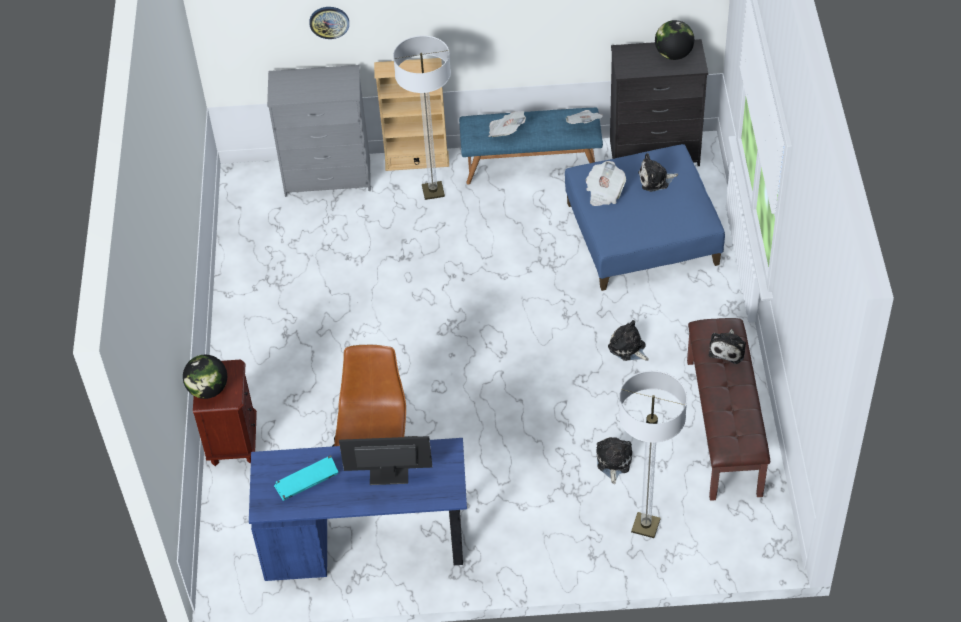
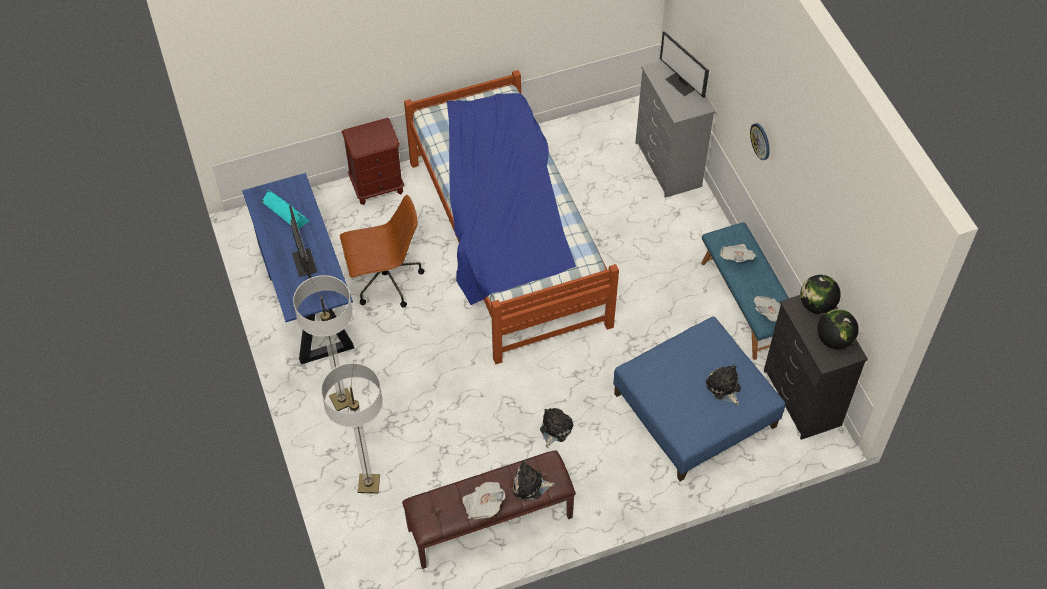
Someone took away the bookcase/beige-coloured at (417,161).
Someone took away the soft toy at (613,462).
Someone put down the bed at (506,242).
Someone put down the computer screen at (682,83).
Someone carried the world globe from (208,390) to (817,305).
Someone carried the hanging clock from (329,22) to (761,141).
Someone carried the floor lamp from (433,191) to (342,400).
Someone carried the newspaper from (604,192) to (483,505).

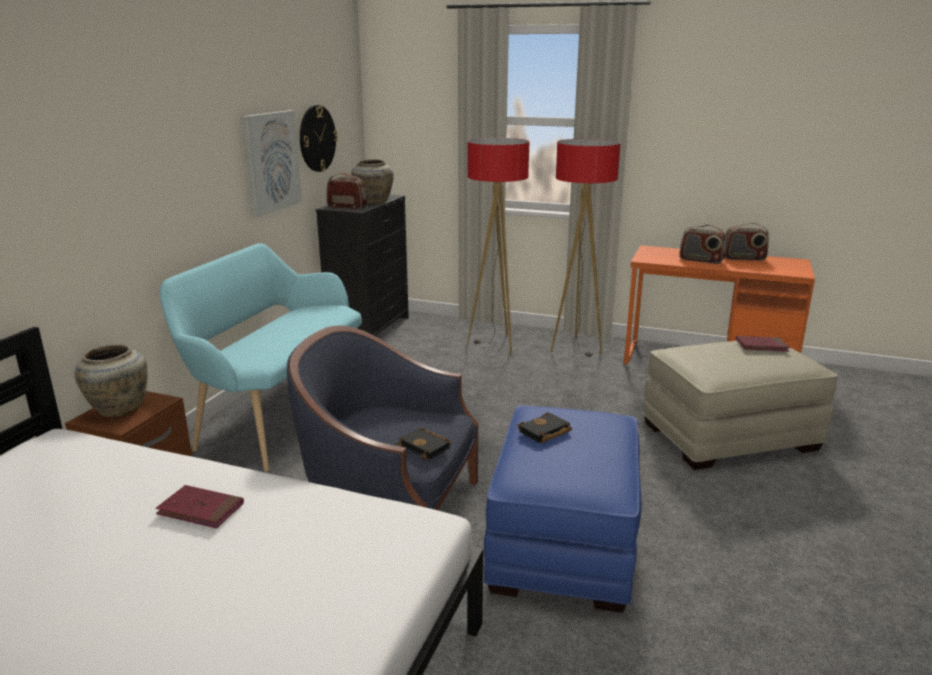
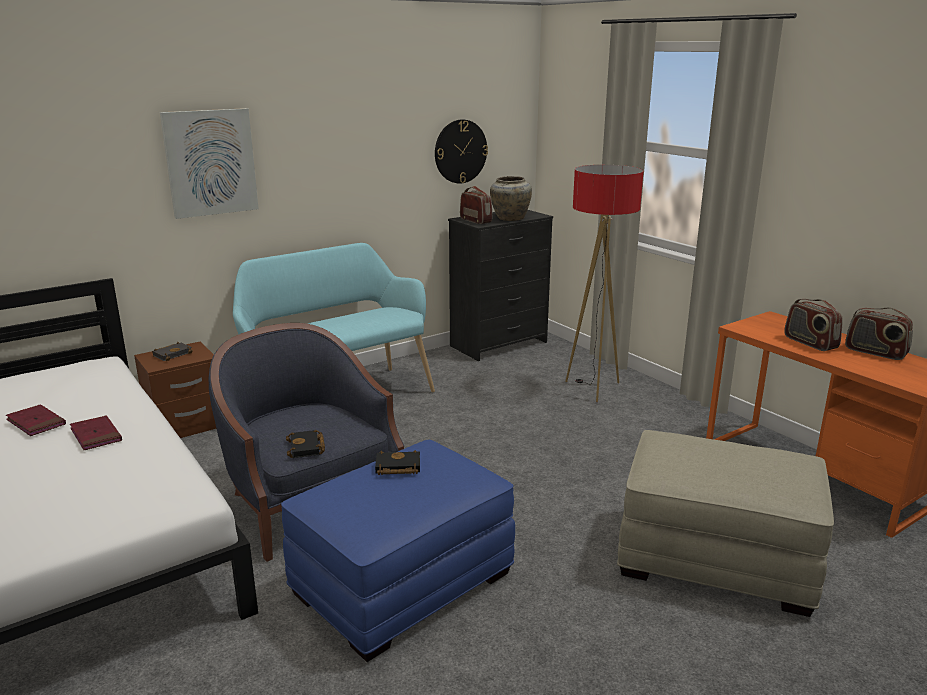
Someone took away the floor lamp at (576,348).
Someone carried the wall picture from (271,162) to (210,162).
Someone carried the volume/red from (761,346) to (36,423).
Someone swapped the vase/beige-coloured at (118,408) for the volume/black at (173,354).

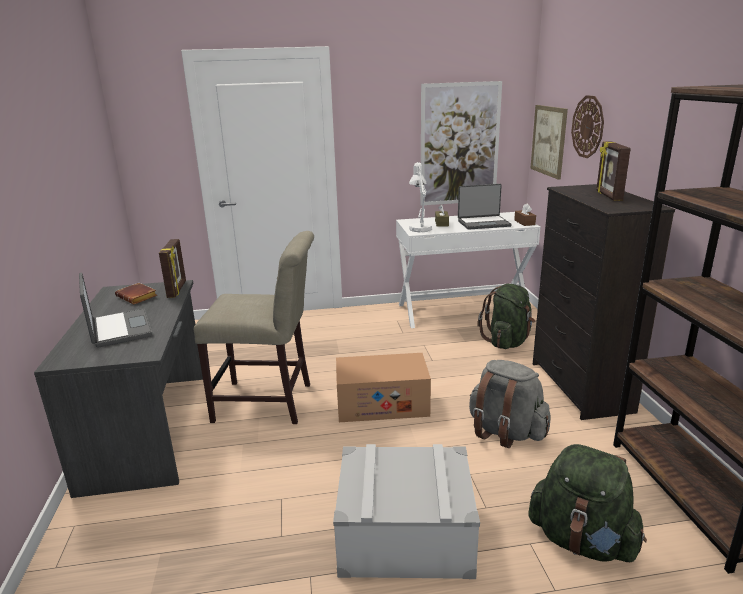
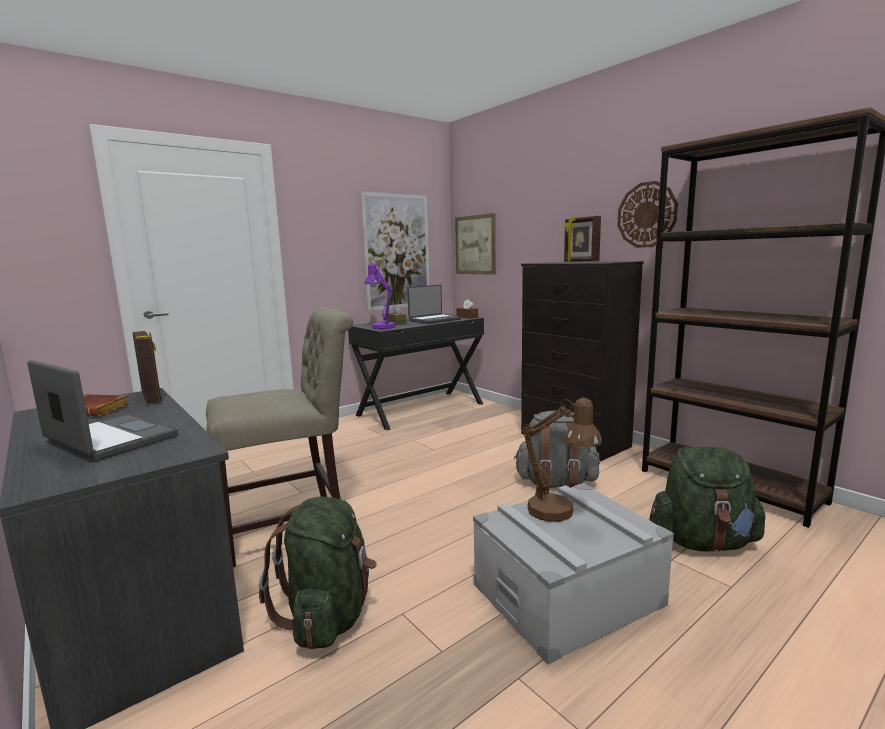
Someone took away the packing box at (382,404).
Someone put down the table lamp/brown-coloured at (558,514).
Someone carried the backpack/green from (507,342) to (328,615).
Someone carried the hanging clock from (588,127) to (646,215).
Someone repainted the desk/white-coloured at (462,310), which became the desk/black at (420,409).
Someone repainted the table lamp/white-coloured at (419,227), which became the table lamp/purple-coloured at (381,327).

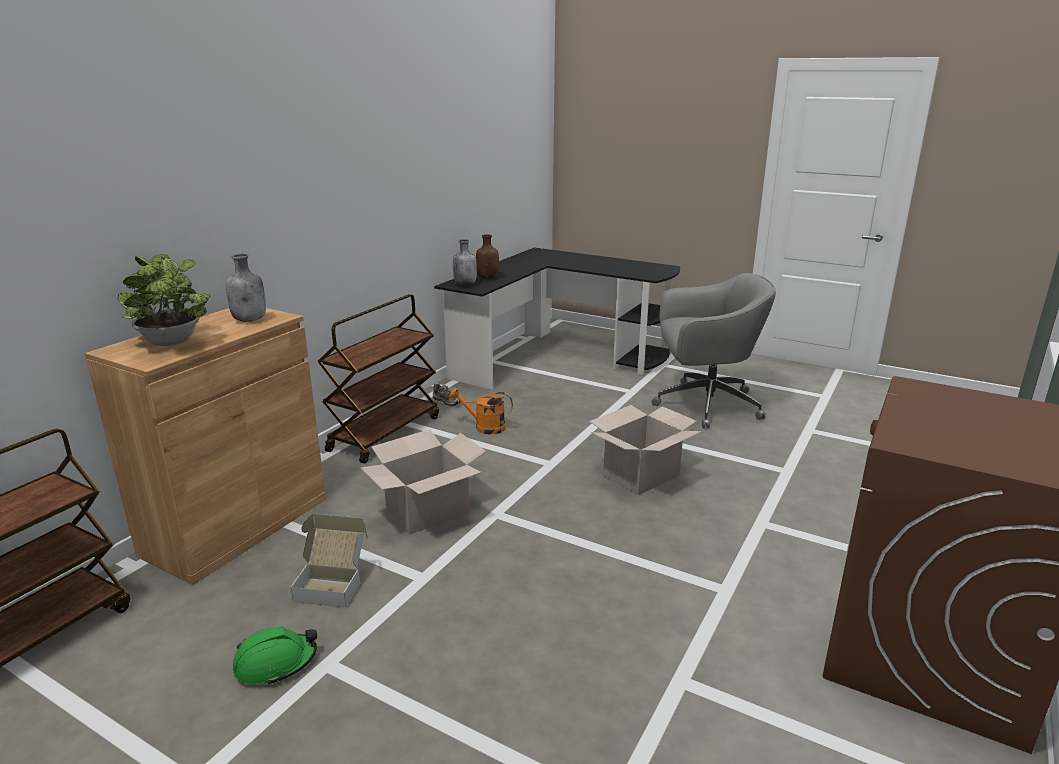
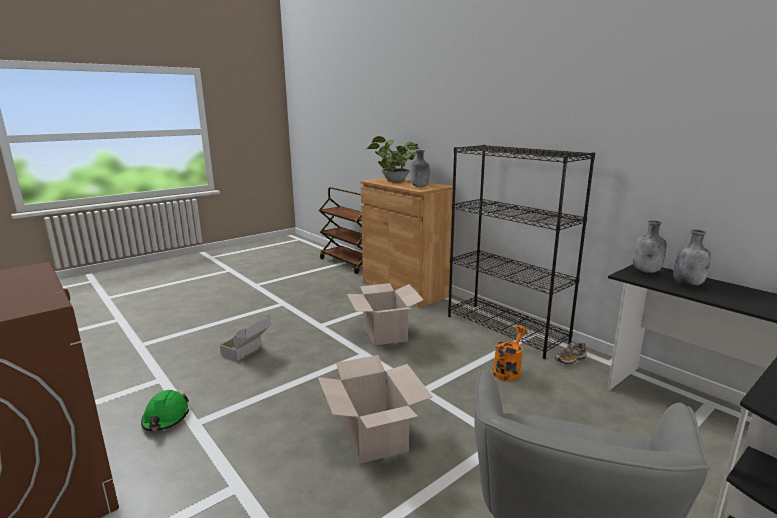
Someone carried the hard hat/green from (275,663) to (166,418).
Someone carried the packing box from (333,583) to (248,352).
Someone swapped the wheeled cart/brown-coloured at (385,433) for the bookcase/black at (506,329).
Someone repainted the beverage bottle/brown-coloured at (487,278), which became the beverage bottle/gray at (688,284).

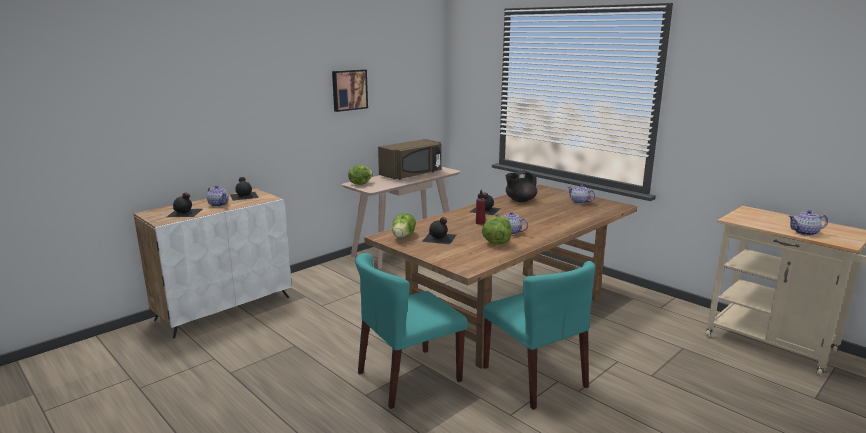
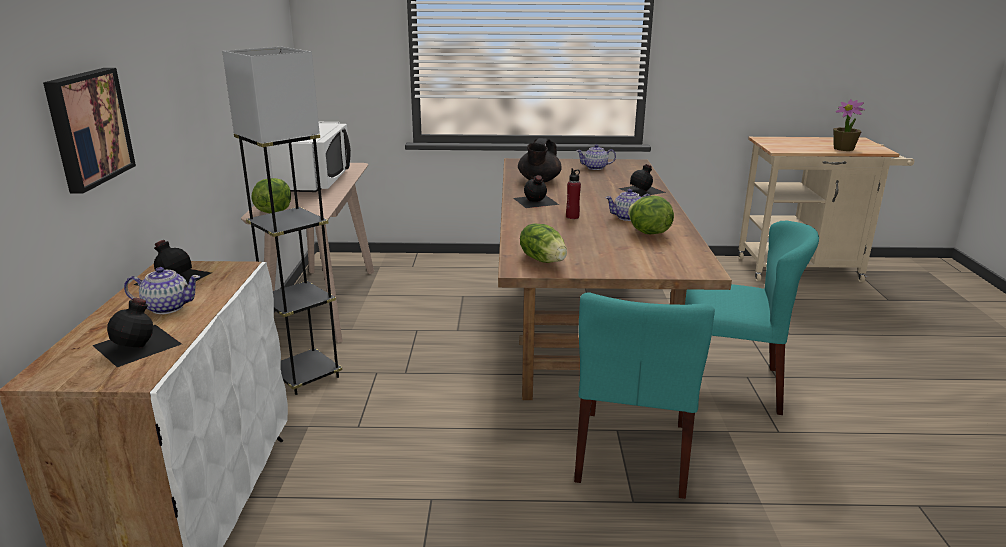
Someone put down the floor lamp/gray at (305,376).
Someone carried the wall picture from (349,90) to (87,128).
Someone carried the beverage bottle/black from (440,238) to (642,190).
Someone swapped the teapot at (805,233) for the houseplant at (843,149).
Someone repainted the microwave/brown-coloured at (412,174), which became the microwave/white-coloured at (316,181).

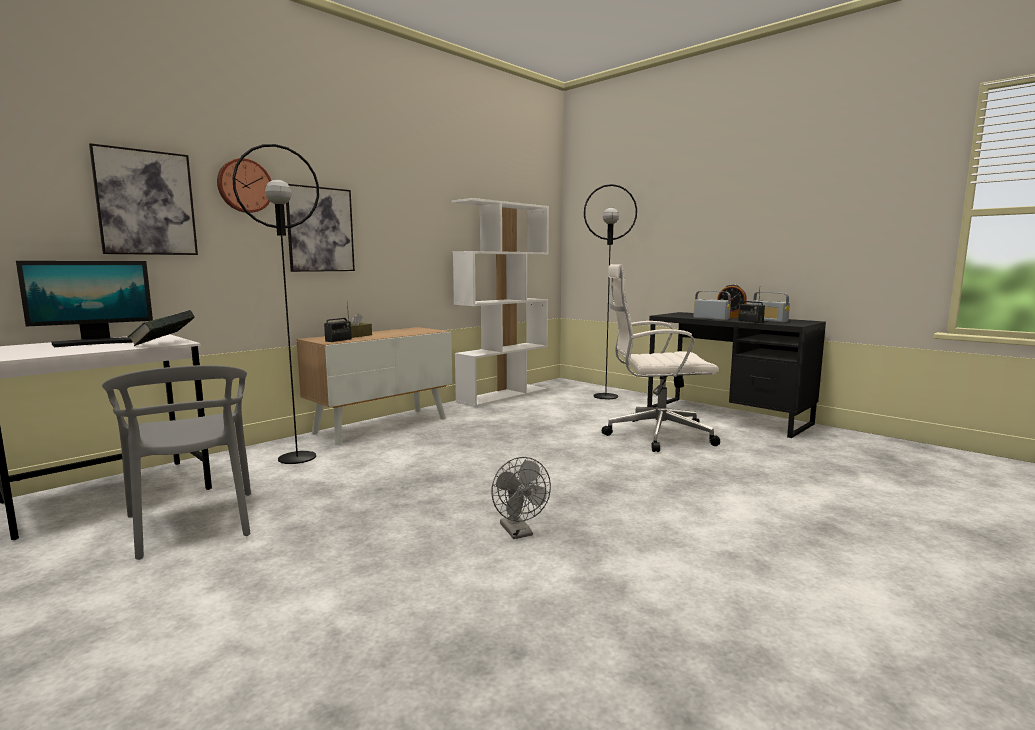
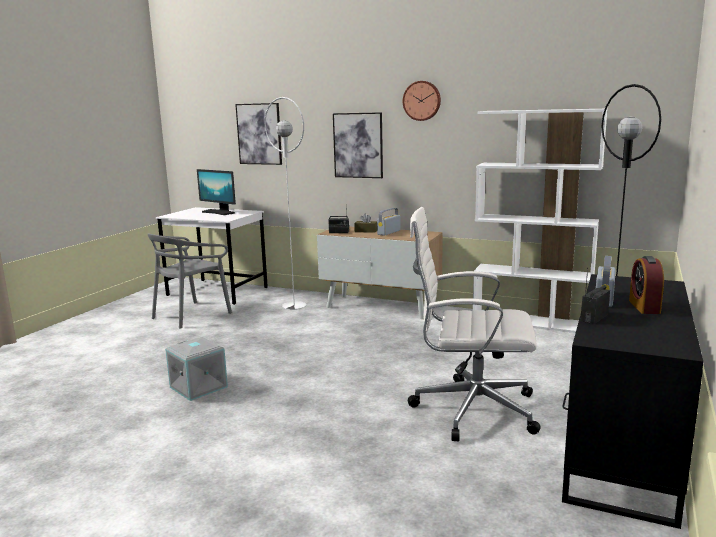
Someone took away the volume at (163,344).
Someone carried the hanging clock from (244,186) to (422,100).
Someone carried the radio receiver from (769,320) to (389,232).
Someone swapped the electric fan/gray at (519,533) for the storage container/gray at (199,387).
Someone repainted the floor lamp/black at (297,458), which became the floor lamp/white-coloured at (294,306).
Someone rotated the desk chair/white-coloured at (655,435) by 60 degrees counterclockwise.

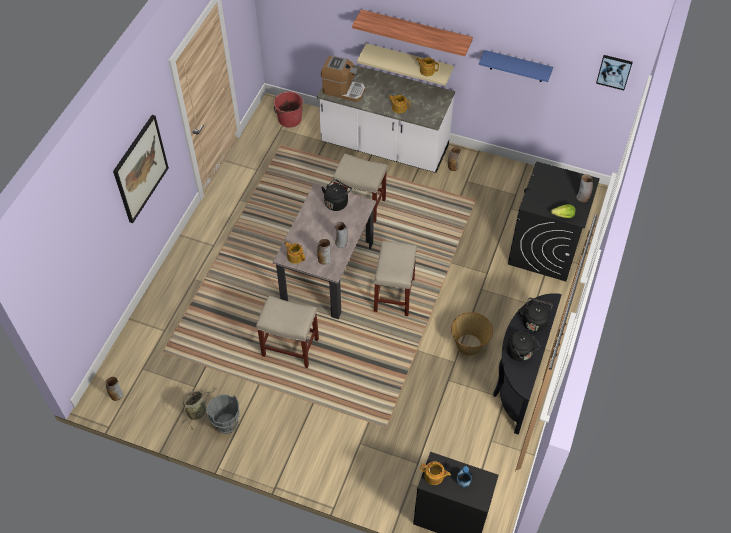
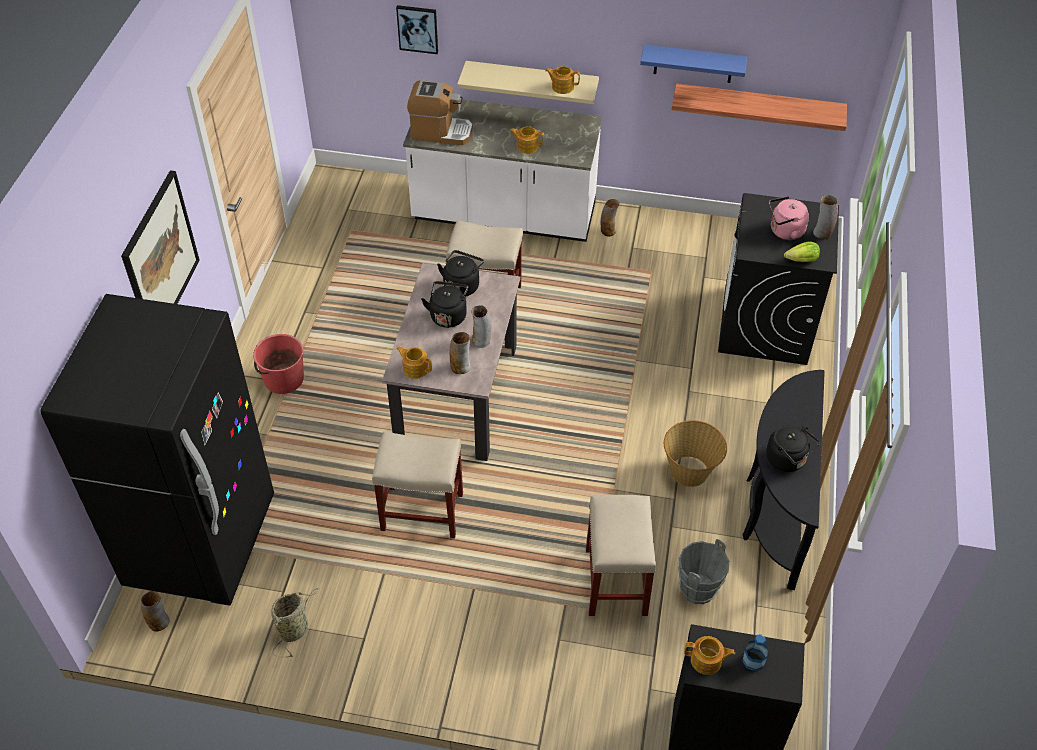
Someone put down the fridge/black at (201,542).
Someone put down the water kettle/pink at (784,231).
Someone carried the bucket/gray from (226,423) to (697,589).
Someone carried the bucket/red from (289,119) to (283,379).
Someone carried the shelf from (415,31) to (758,106).
Someone carried the sitting stool/beige-coloured from (394,295) to (616,583).
Someone carried the water kettle/black from (534,321) to (448,315).
Someone carried the wall picture from (614,71) to (418,29).

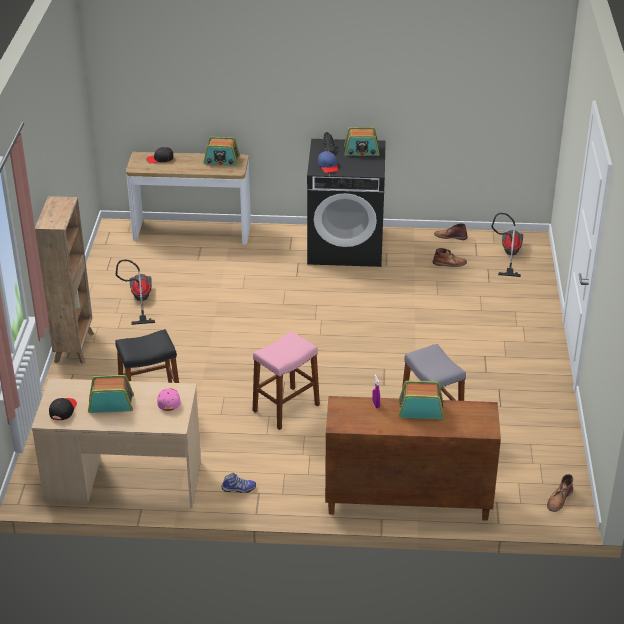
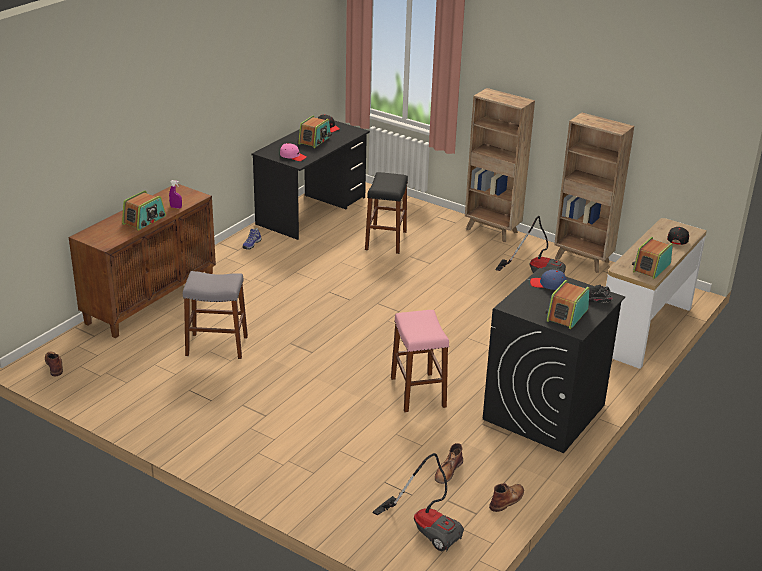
Someone put down the bookcase/brown-coloured at (583,260).
Someone carried the sitting stool/pink from (286,408) to (418,392).
Someone repainted the desk/beige-coloured at (123,481), which became the desk/black at (311,211).

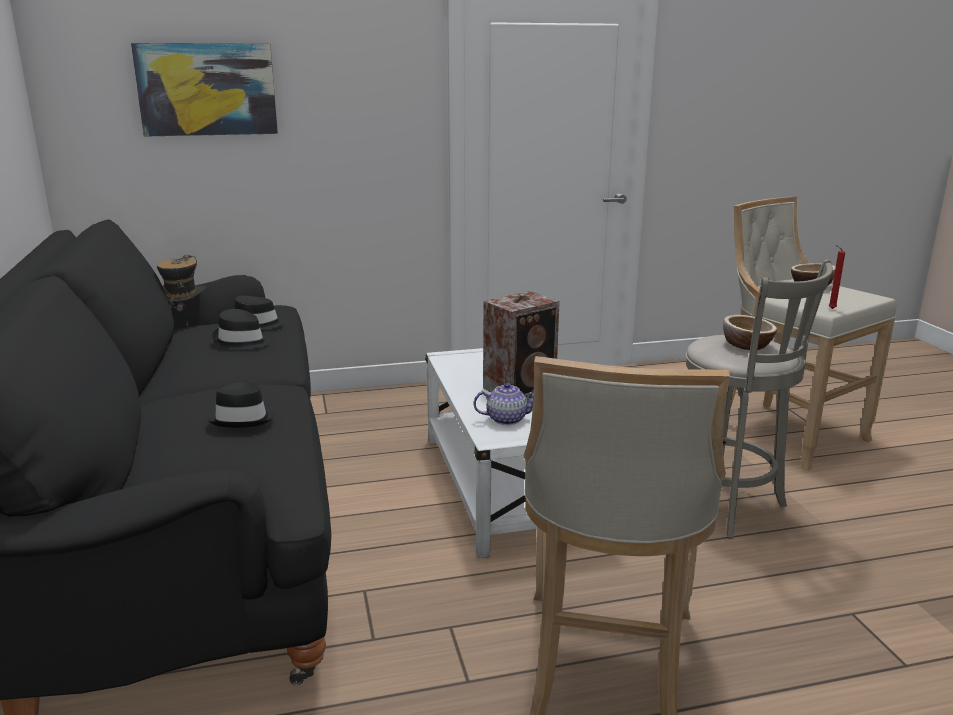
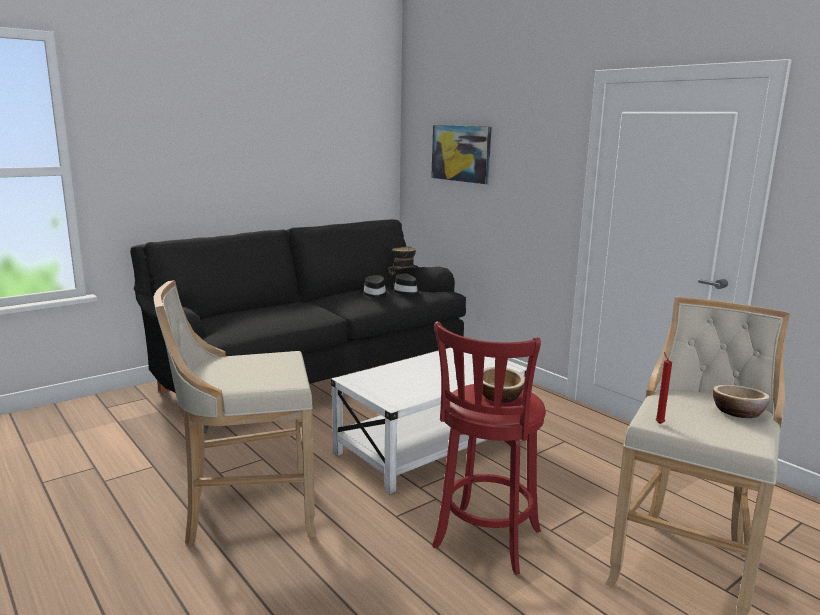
Someone took away the hat/black at (243,419).
Someone took away the teapot at (506,419).
Someone took away the audio speaker at (521,388).
Someone repainted the sitting stool/gray at (728,507), which became the sitting stool/red at (485,542).

